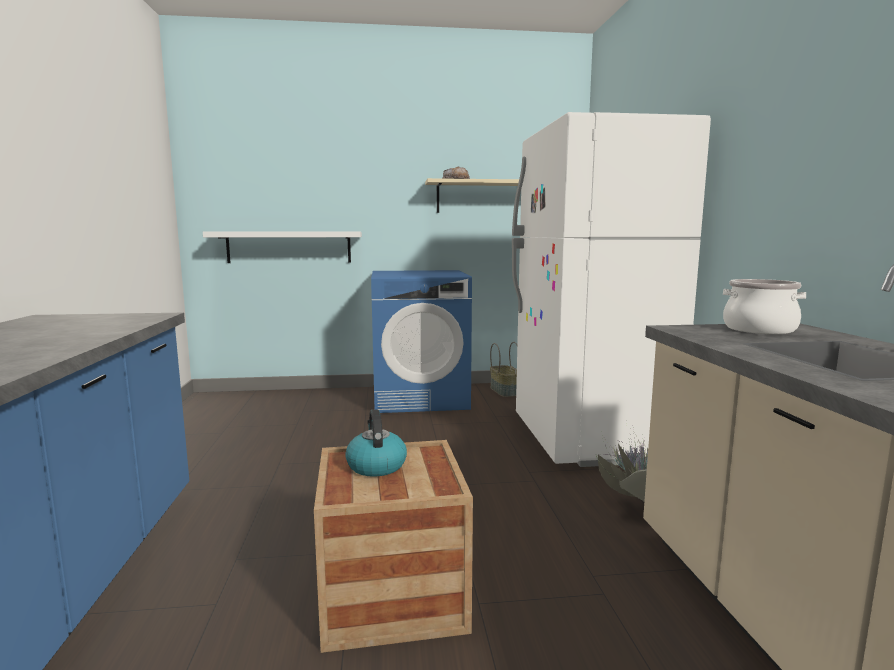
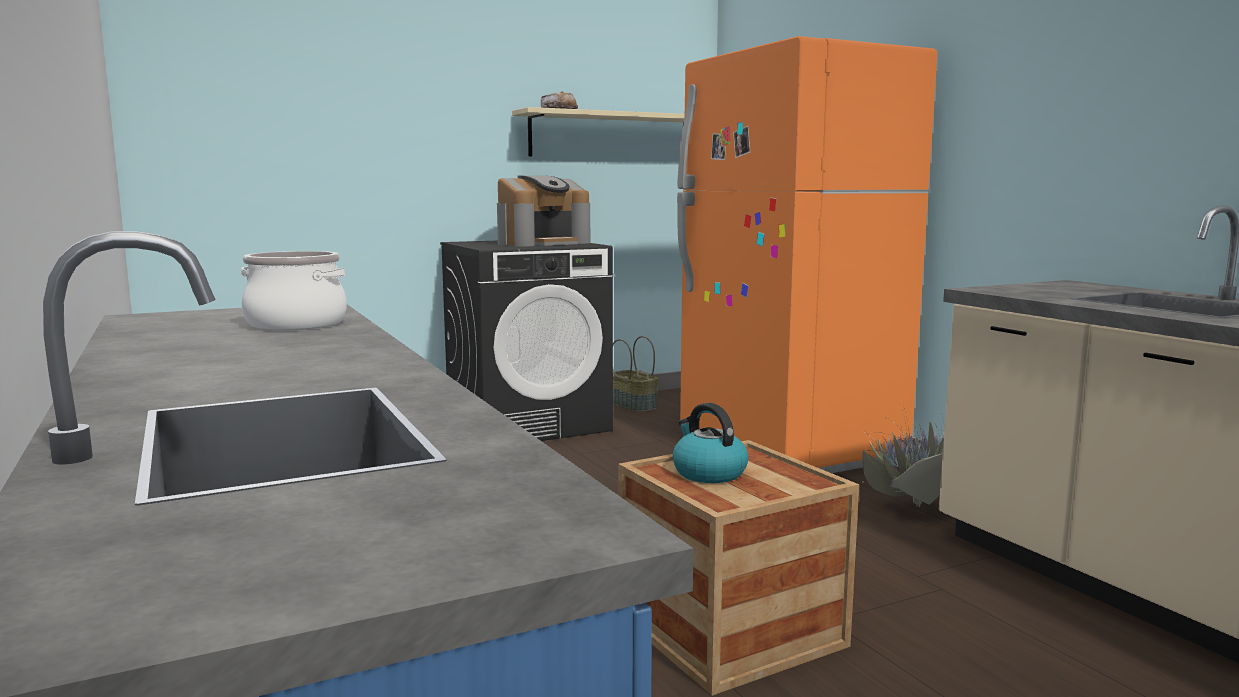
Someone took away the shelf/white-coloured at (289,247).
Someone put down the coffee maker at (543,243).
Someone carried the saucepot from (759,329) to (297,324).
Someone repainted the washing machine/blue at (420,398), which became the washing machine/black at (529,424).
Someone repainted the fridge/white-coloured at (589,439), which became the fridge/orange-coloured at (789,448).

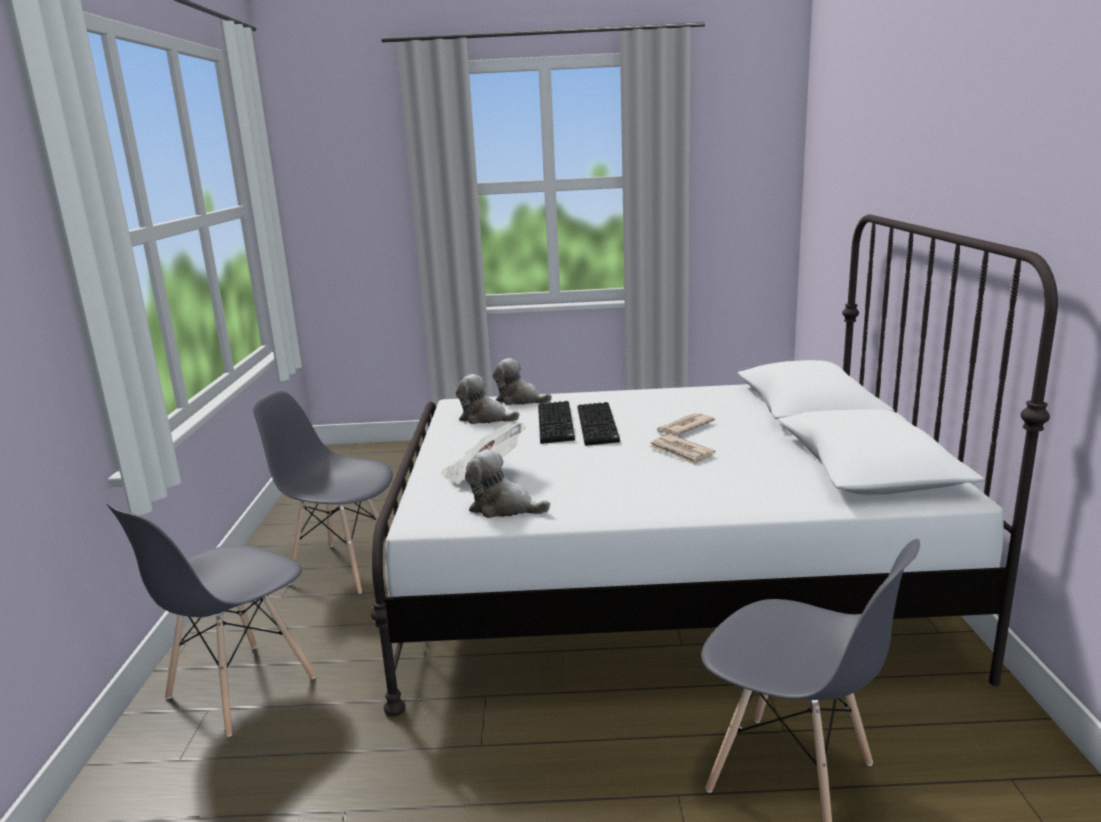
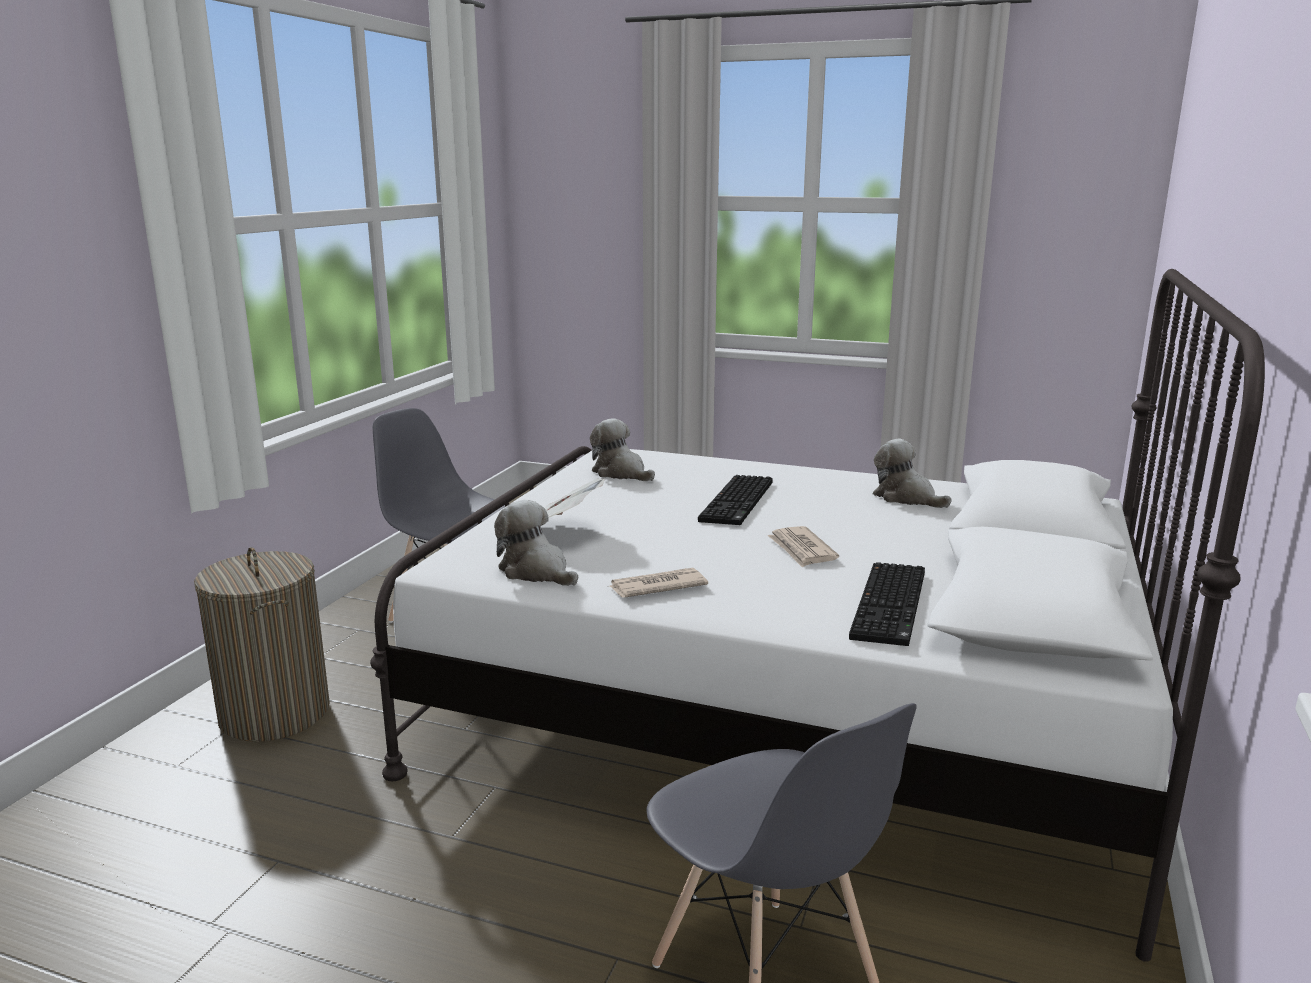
Someone carried the soft toy from (519,400) to (906,498).
Someone carried the computer keyboard from (557,424) to (892,606).
Someone carried the newspaper from (683,427) to (656,587).
Someone swapped the plain chair/gray at (240,688) for the washing basket at (274,713).

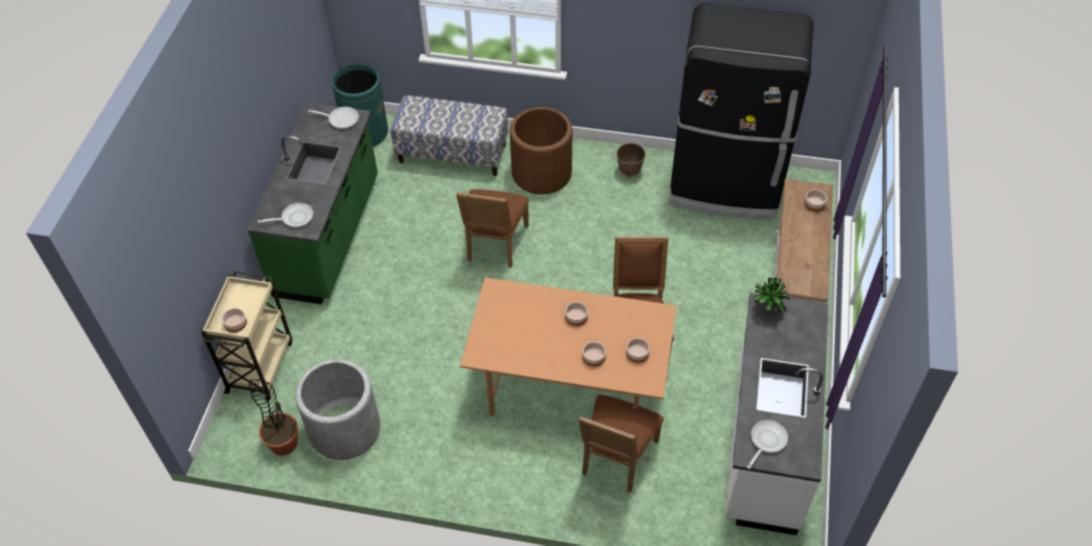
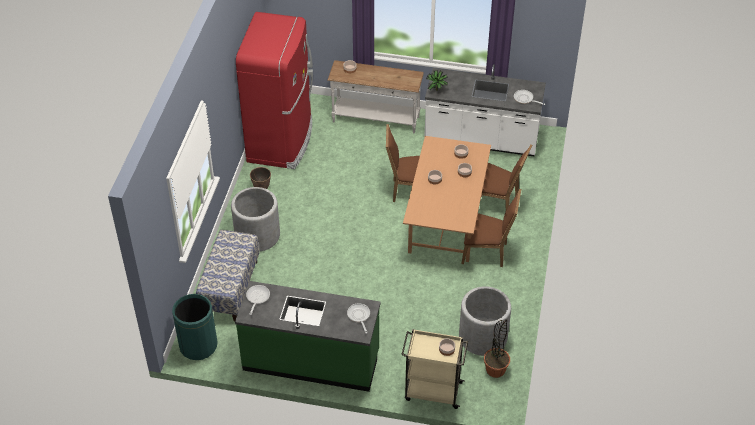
Someone carried the plain chair/brown-coloured from (494,246) to (487,252).
Someone repainted the flower pot/brown-coloured at (541,173), which became the flower pot/gray at (257,235).
Someone repainted the fridge/black at (725,187), which became the fridge/red at (281,140).

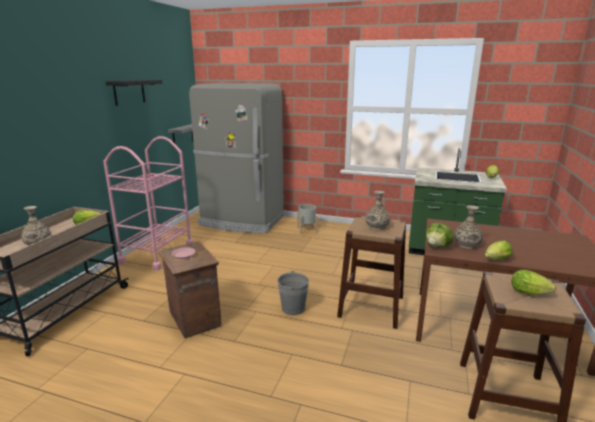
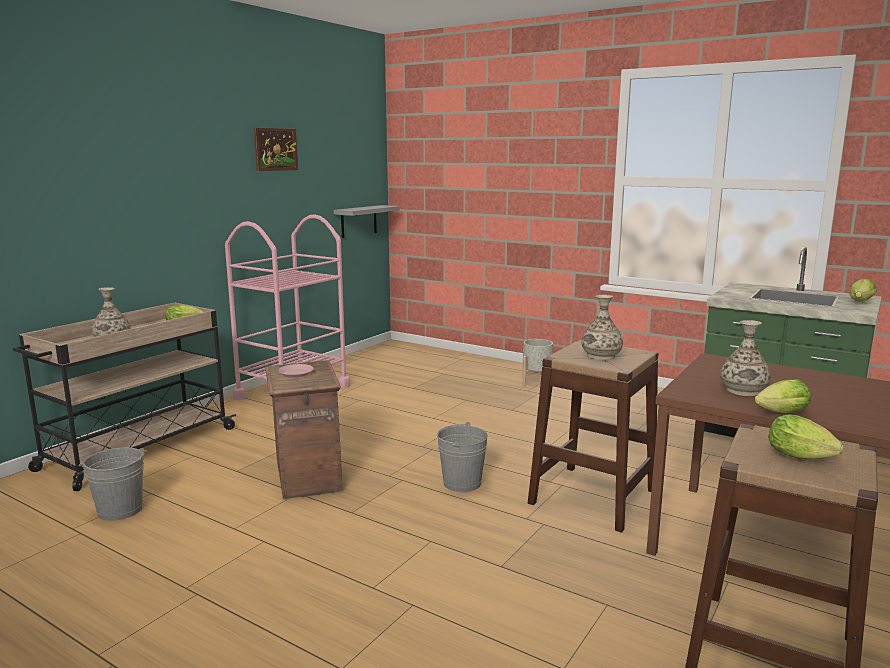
Someone took away the fridge/gray at (241,221).
Someone took away the lettuce at (437,247).
Someone put down the bucket/gray at (120,510).
Someone swapped the shelf/black at (129,92) for the wall picture at (276,149).

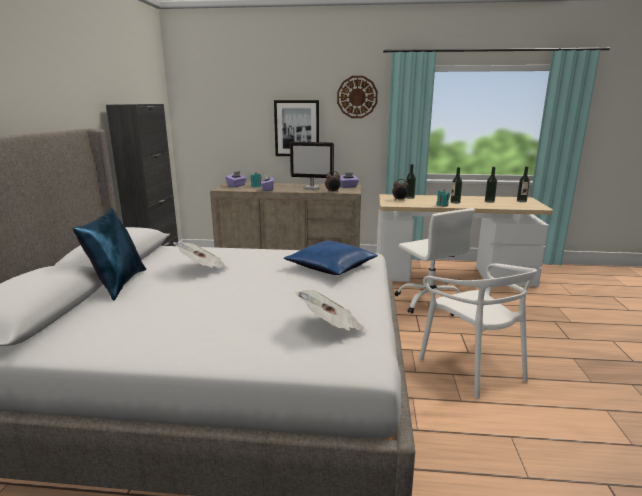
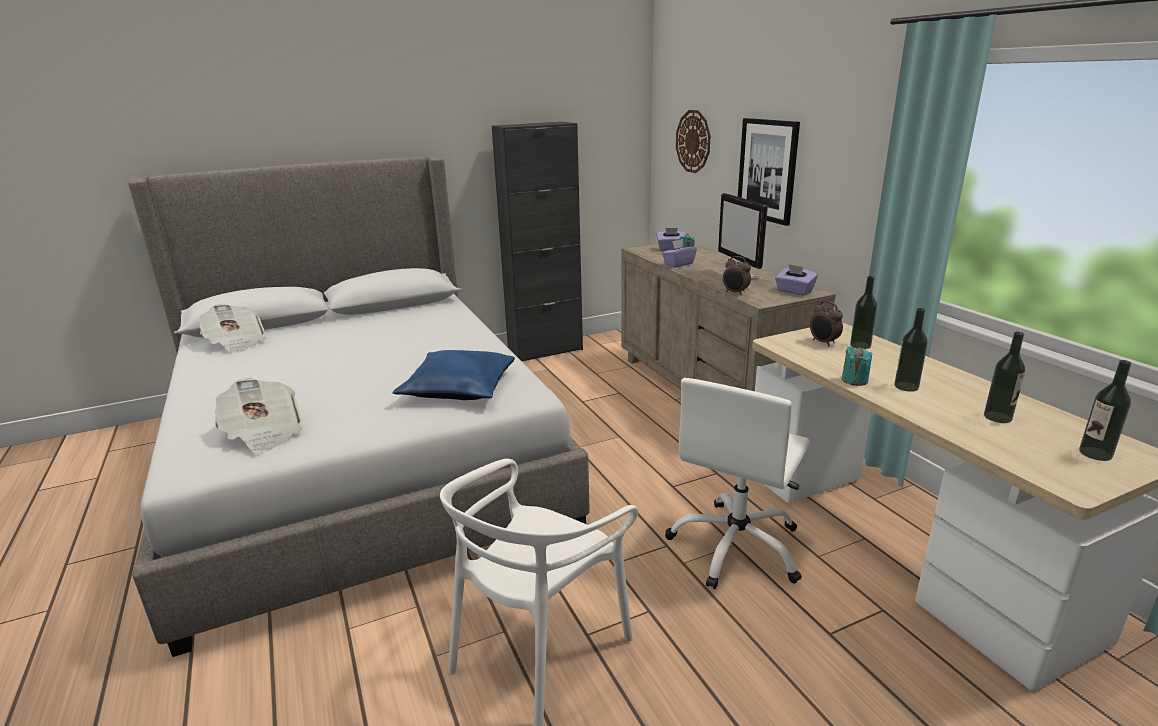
Someone took away the throw pillow/blue at (118,284).
Someone carried the newspaper from (203,269) to (236,343).
Someone carried the hanging clock from (357,97) to (693,141).

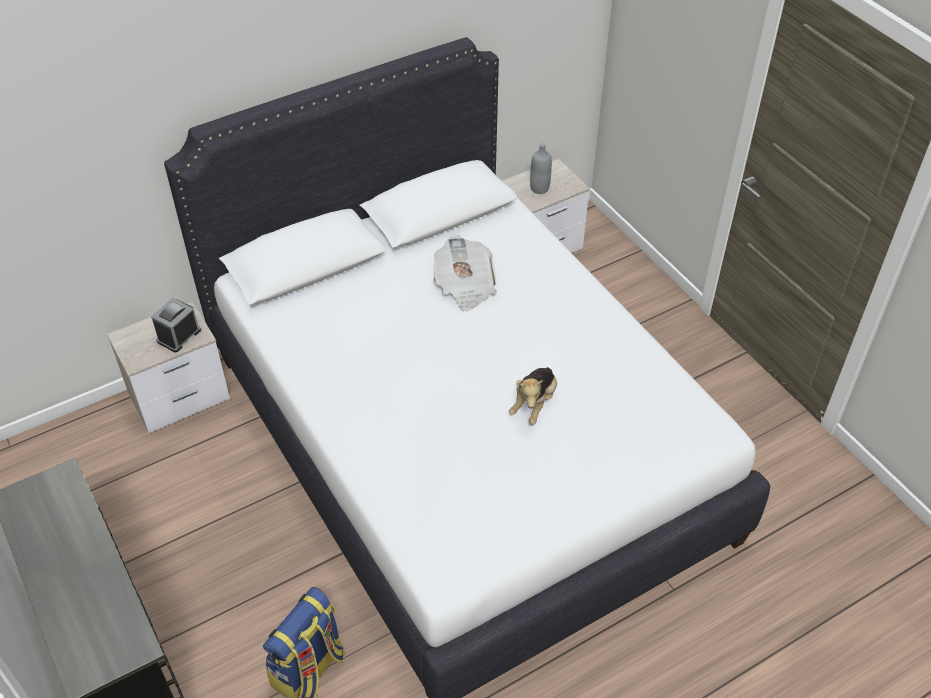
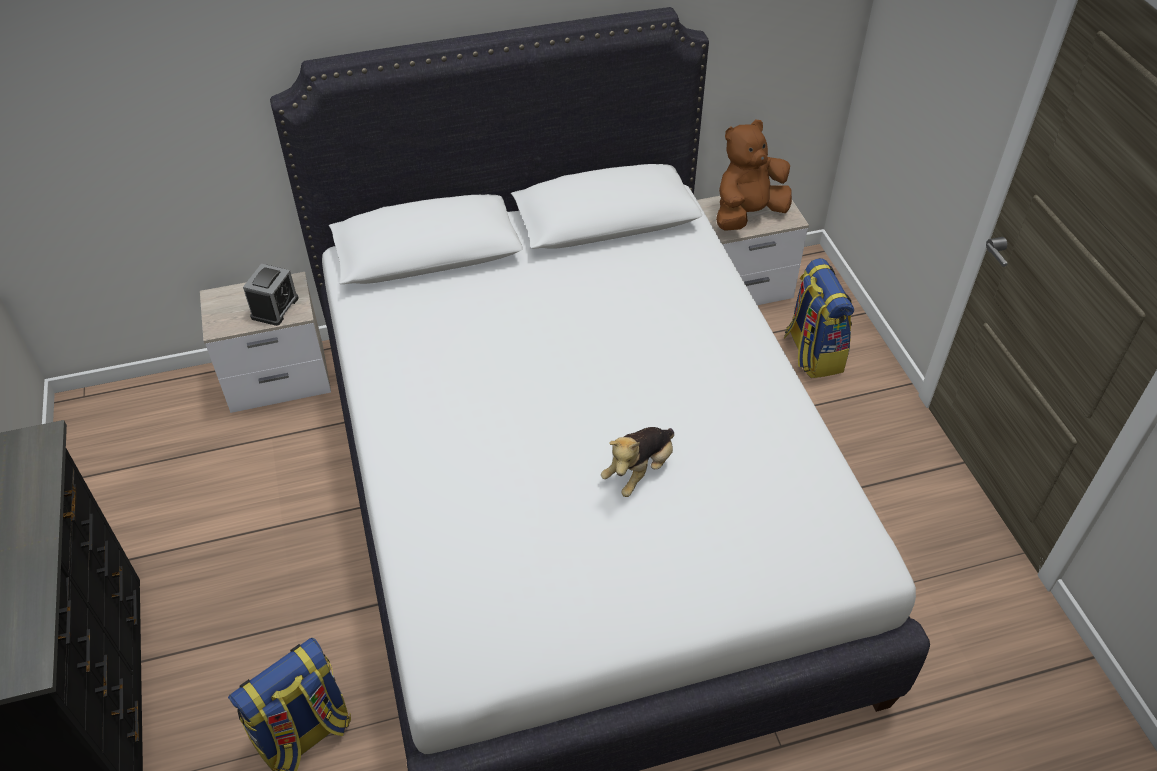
Someone took away the newspaper at (465,287).
Someone put down the backpack at (812,353).
Someone swapped the beverage bottle/gray at (539,188) for the soft toy/brown-coloured at (747,215).
Someone rotated the bedside clock at (179,336) by 150 degrees clockwise.

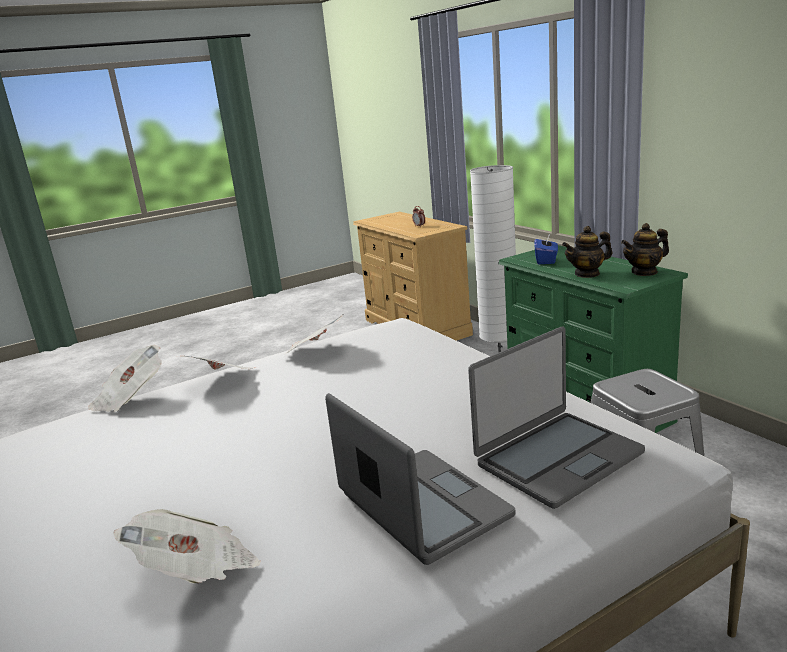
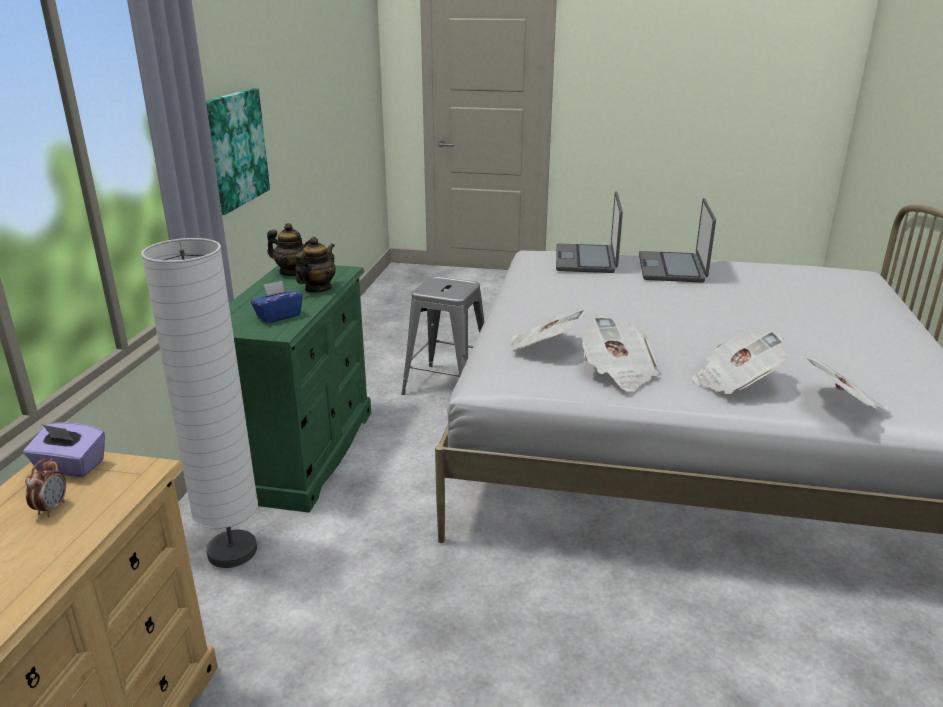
Someone put down the box of tissues/purple-coloured at (70,467).
Someone put up the wall picture at (235,149).
Someone carried the newspaper from (198,571) to (543,347).
Someone rotated the portable computer at (557,458) by 90 degrees counterclockwise.
Someone rotated the teapot at (587,274) by 90 degrees counterclockwise.

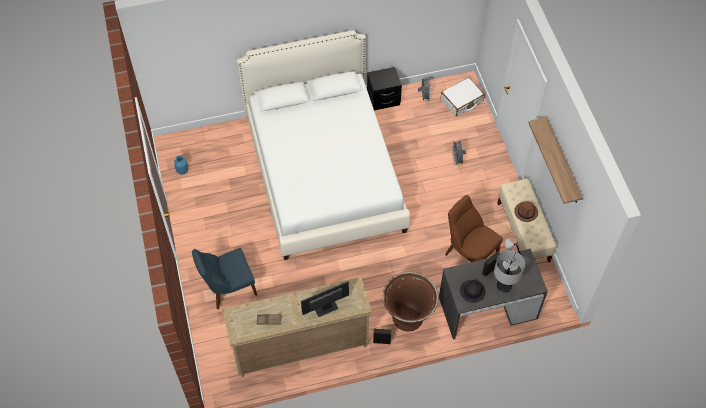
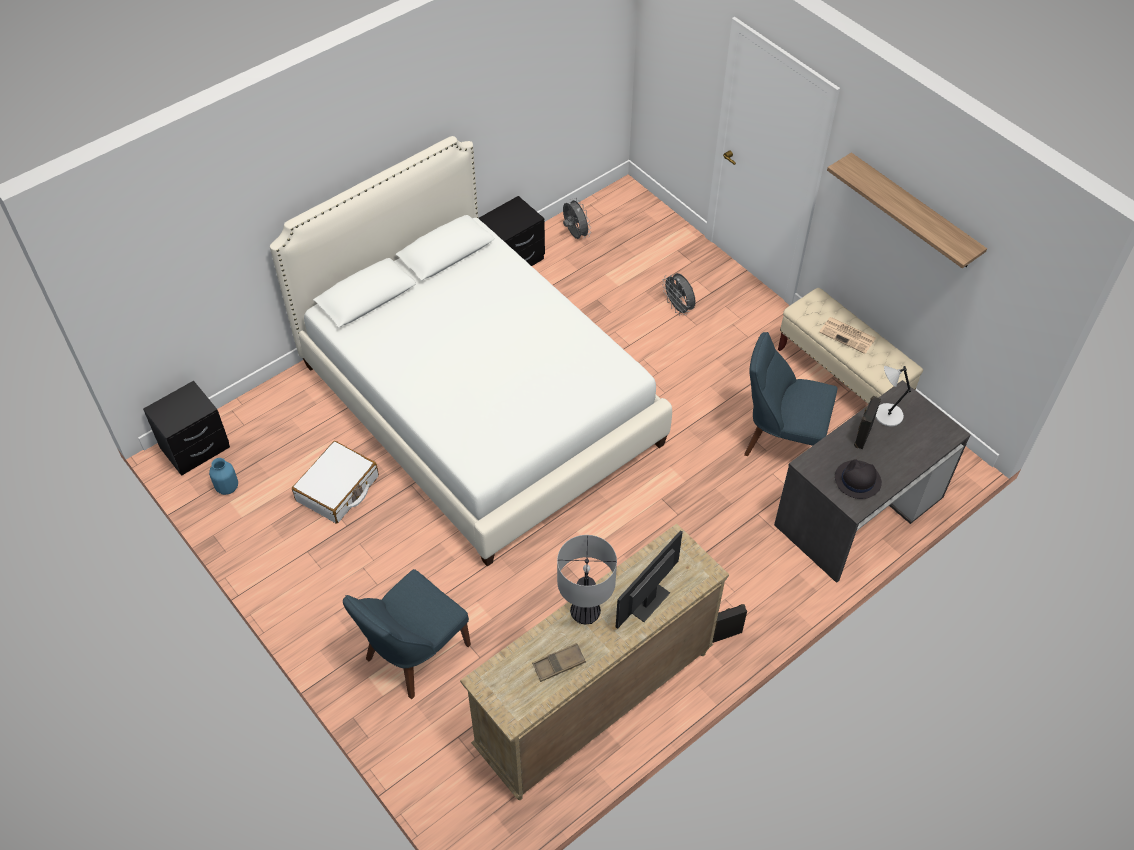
Someone took away the flower pot/brown-coloured at (408,318).
Someone put down the bedside table/black at (196,449).
Someone carried the piece of luggage/white-coloured from (462,101) to (338,489).
Someone carried the table lamp from (504,287) to (585,613).
Someone swapped the hat/brown-coloured at (526,212) for the newspaper at (848,335).
Someone repainted the plain chair/brown-coloured at (469,254), which became the plain chair/blue at (781,440).

